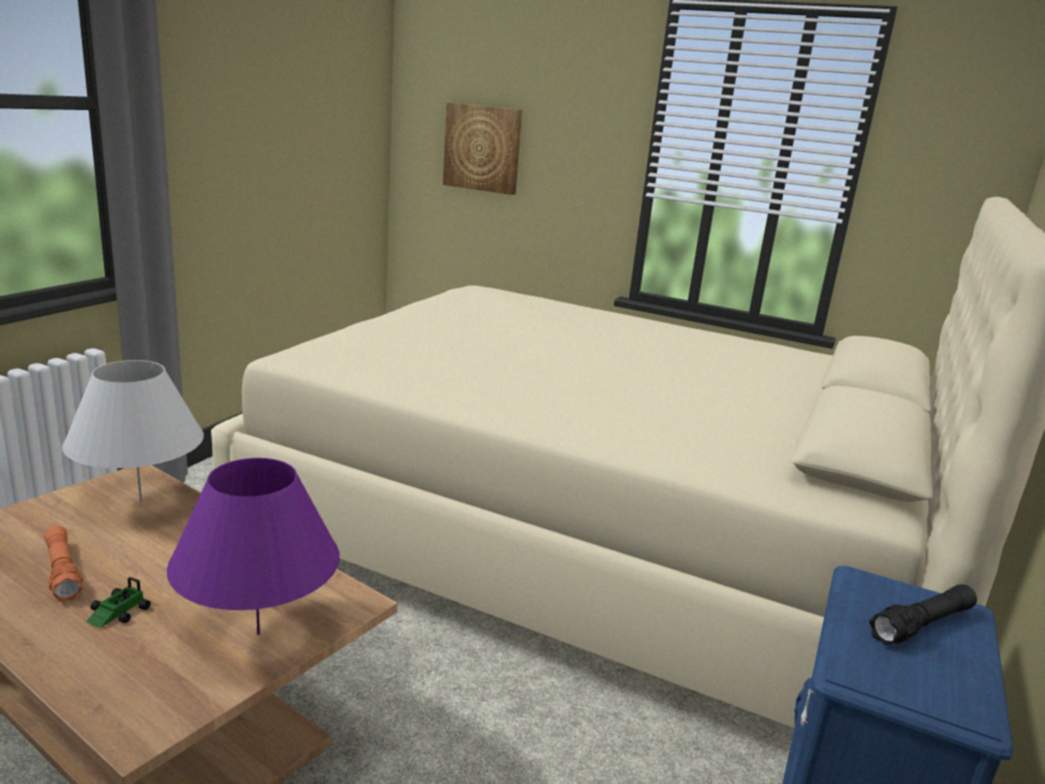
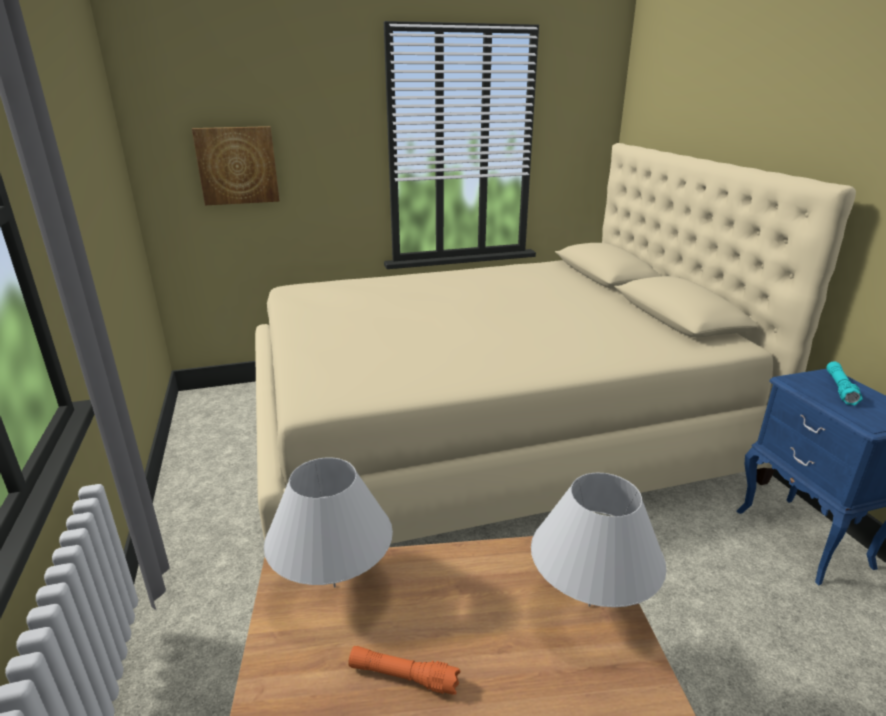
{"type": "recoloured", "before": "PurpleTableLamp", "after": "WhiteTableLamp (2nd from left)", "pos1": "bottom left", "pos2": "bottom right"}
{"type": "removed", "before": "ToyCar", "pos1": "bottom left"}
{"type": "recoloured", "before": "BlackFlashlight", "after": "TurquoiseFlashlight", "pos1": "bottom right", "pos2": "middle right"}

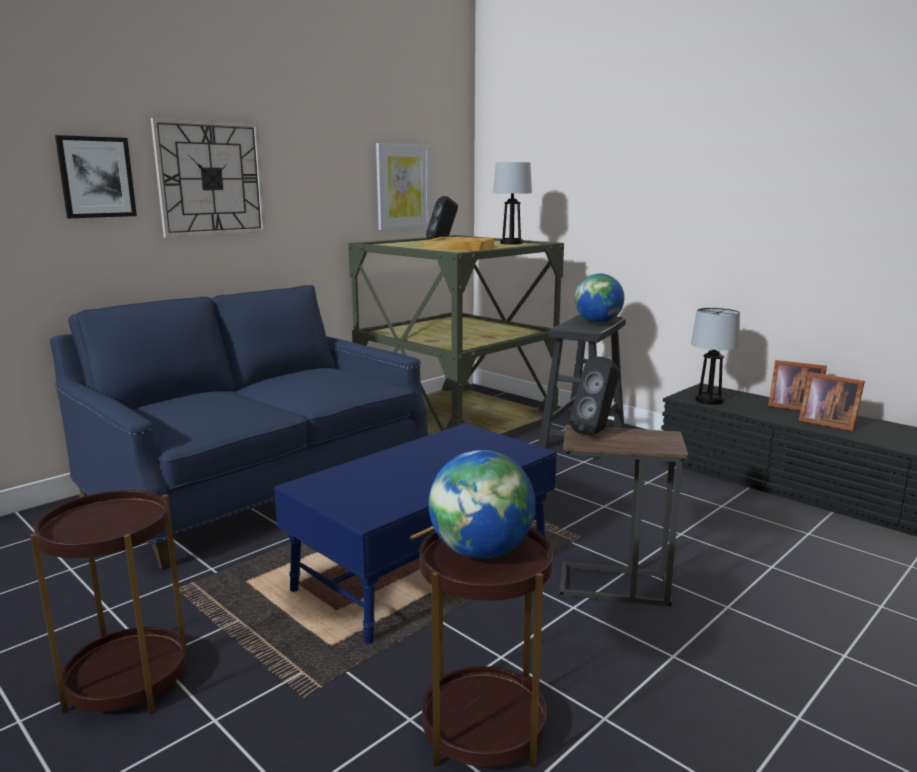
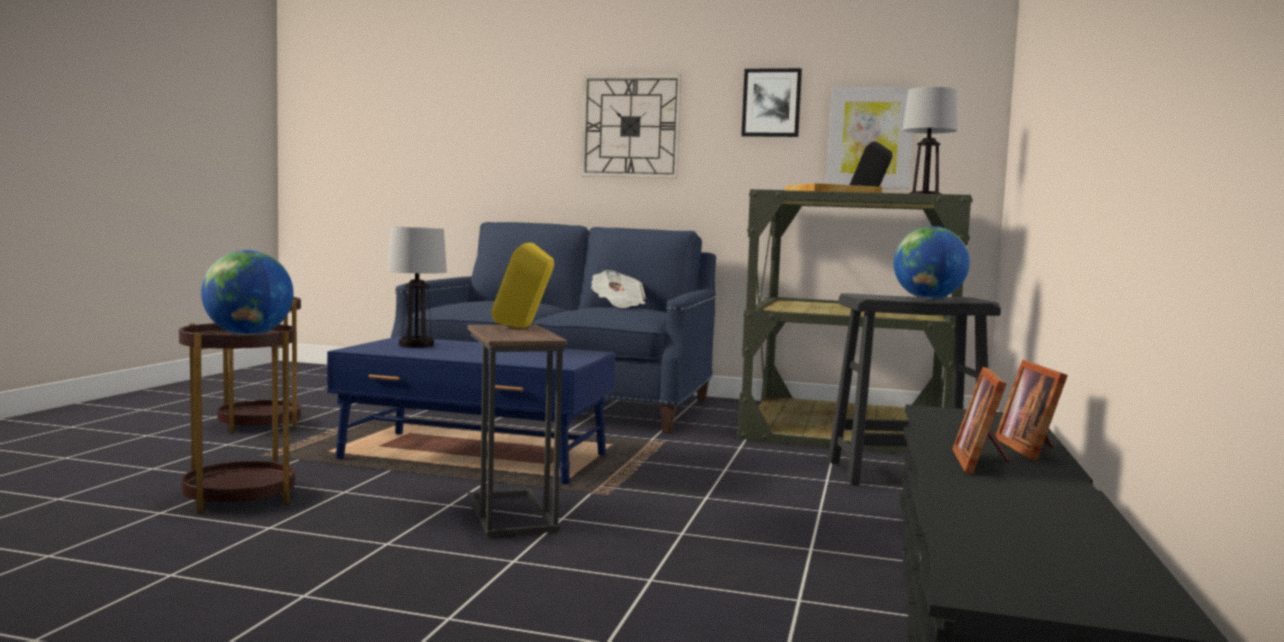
{"type": "moved", "before": "Picture (1st from left)", "pos1": "top left", "pos2": "top centre"}
{"type": "moved", "before": "TableLamp (2nd from left in the first image)", "after": "TableLamp (1st from left)", "pos1": "middle right", "pos2": "middle left"}
{"type": "recoloured", "before": "BlackSpeaker (2nd from left)", "after": "YellowSpeaker", "pos1": "centre", "pos2": "centre"}
{"type": "added", "after": "Newspaper", "pos2": "centre"}

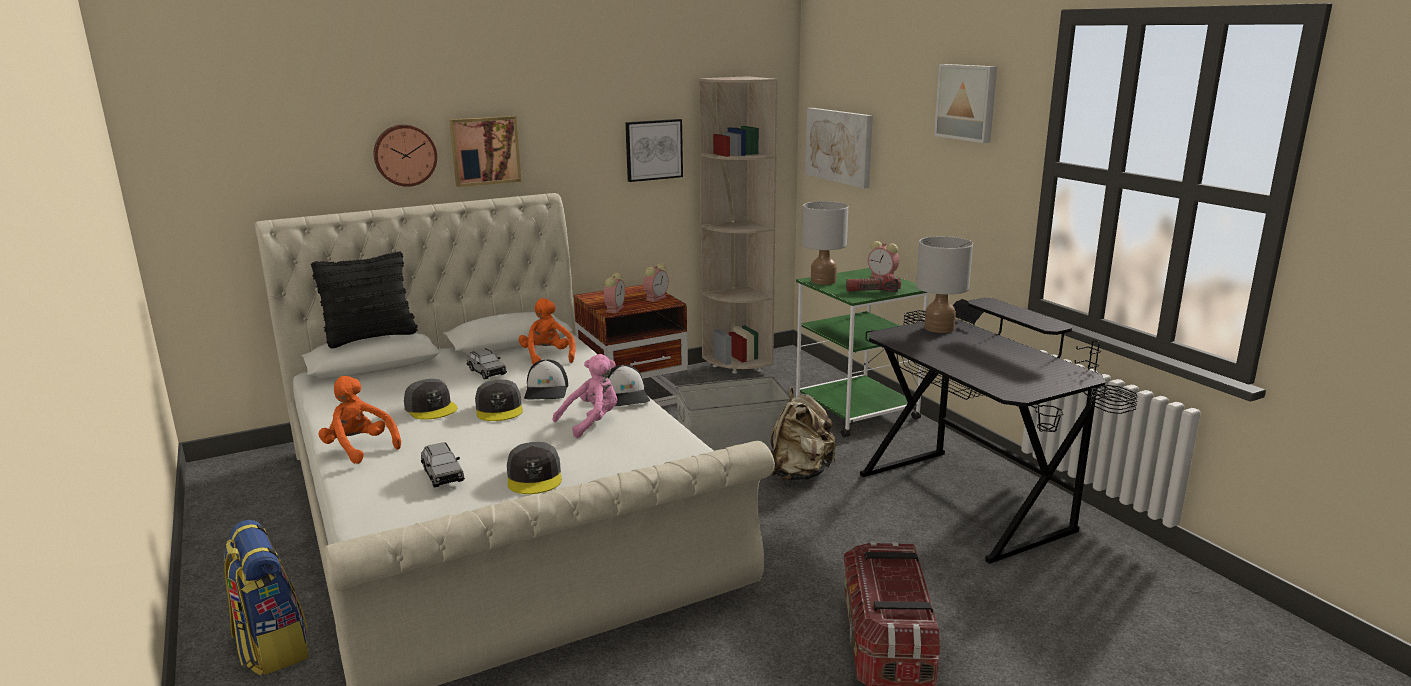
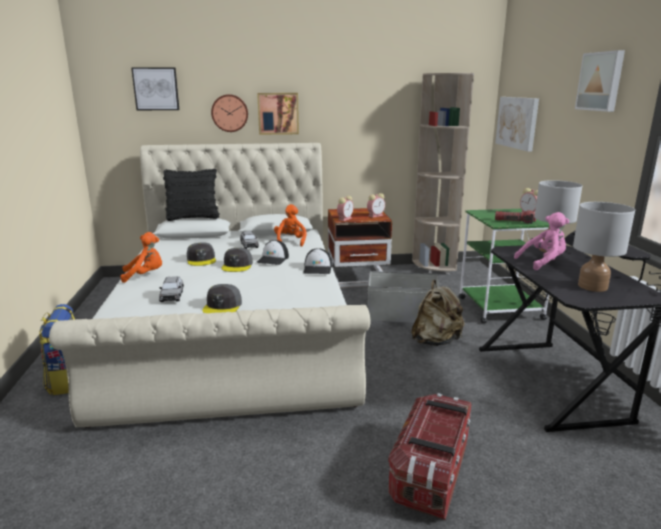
{"type": "moved", "before": "Picture (2nd from left in the first image)", "after": "Picture (1st from left)", "pos1": "top centre", "pos2": "top left"}
{"type": "moved", "before": "GreyTableLamp (1st from left in the first image)", "after": "GreyTableLamp (2nd from left)", "pos1": "centre", "pos2": "middle right"}
{"type": "moved", "before": "PinkPlushToy", "pos1": "centre", "pos2": "middle right"}
{"type": "turned", "before": "OrangePlushToy (1st from left)", "pos1": "middle left", "pos2": "middle left", "turn": 105}

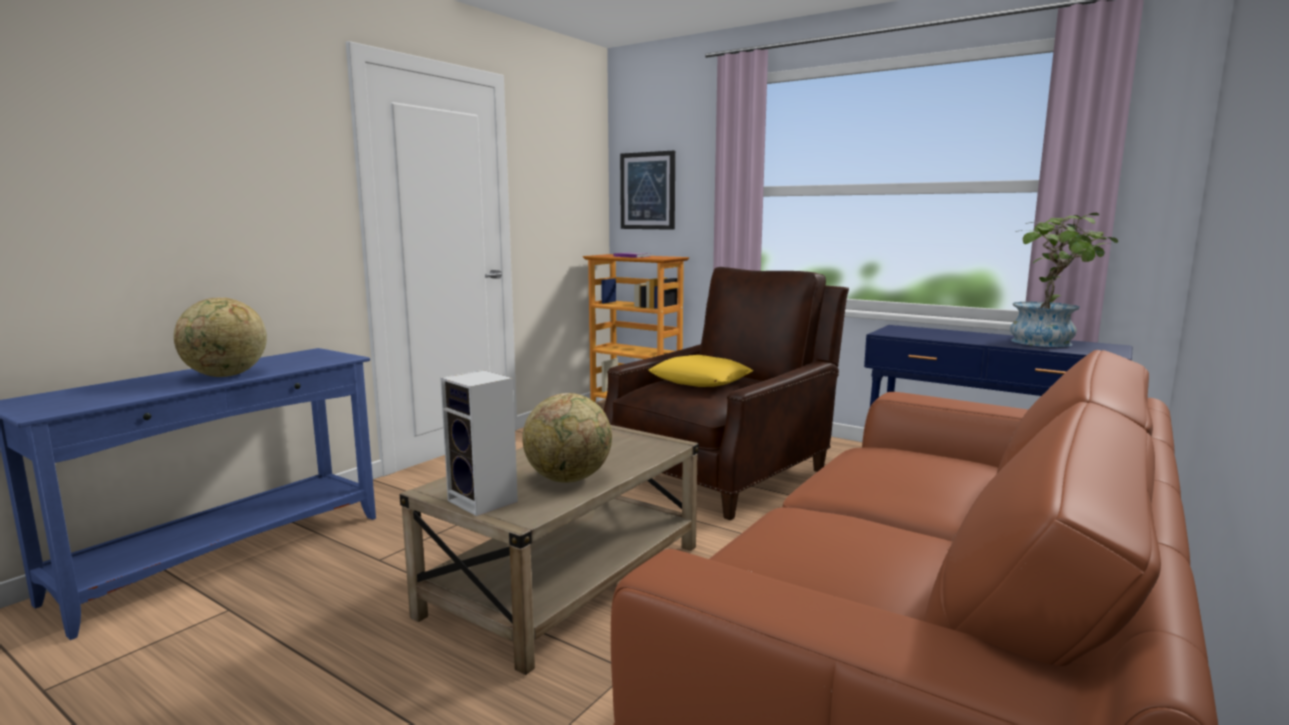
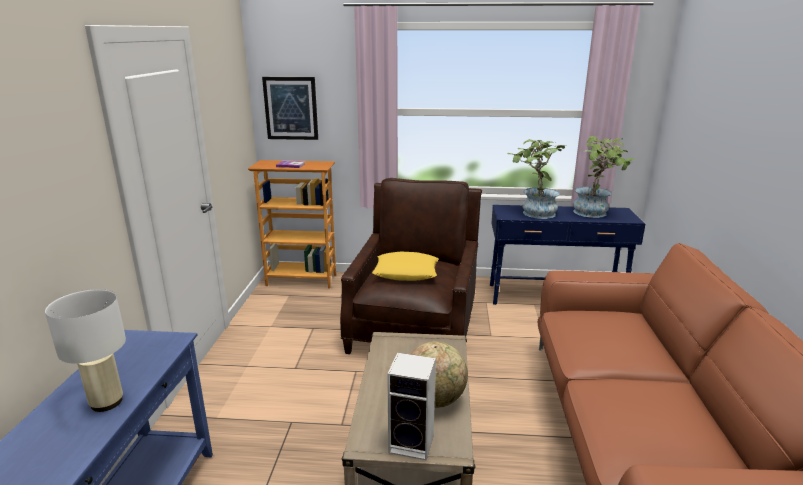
{"type": "replaced", "before": "Globe (1st from left)", "after": "WhiteTableLamp", "pos1": "middle left", "pos2": "bottom left"}
{"type": "added", "after": "PottedPlant (1st from left)", "pos2": "middle right"}

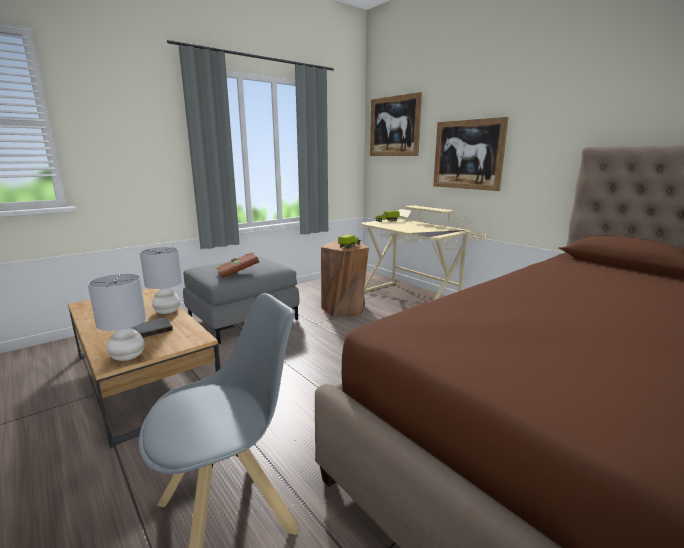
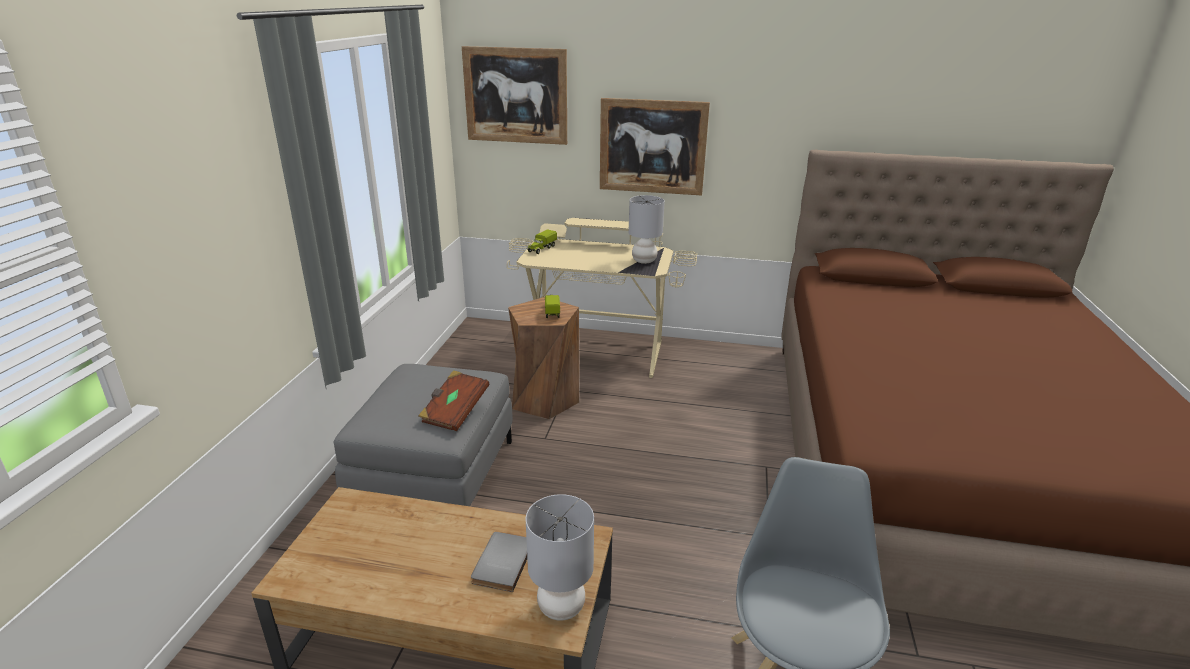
{"type": "moved", "before": "GreyTableLamp (2nd from left)", "pos1": "middle left", "pos2": "centre"}

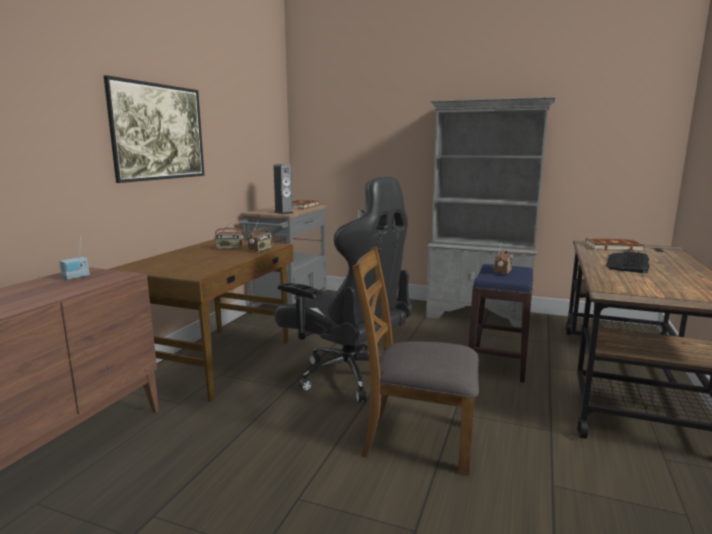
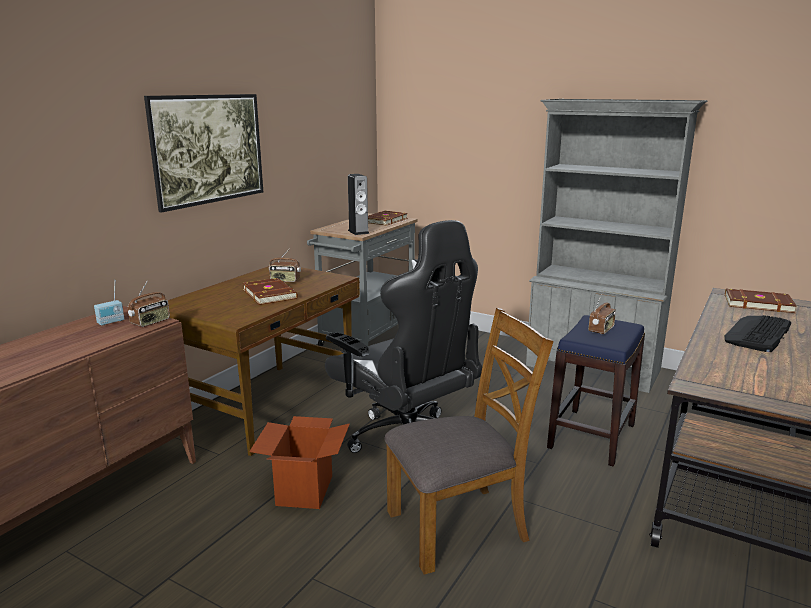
{"type": "moved", "before": "Radio (3rd from left in the first image)", "after": "Radio (2nd from left)", "pos1": "centre", "pos2": "middle left"}
{"type": "turned", "before": "BrownChair", "pos1": "bottom centre", "pos2": "bottom centre", "turn": 135}
{"type": "added", "after": "BrownBook (1st from left)", "pos2": "middle left"}
{"type": "added", "after": "CardboardBox", "pos2": "bottom centre"}

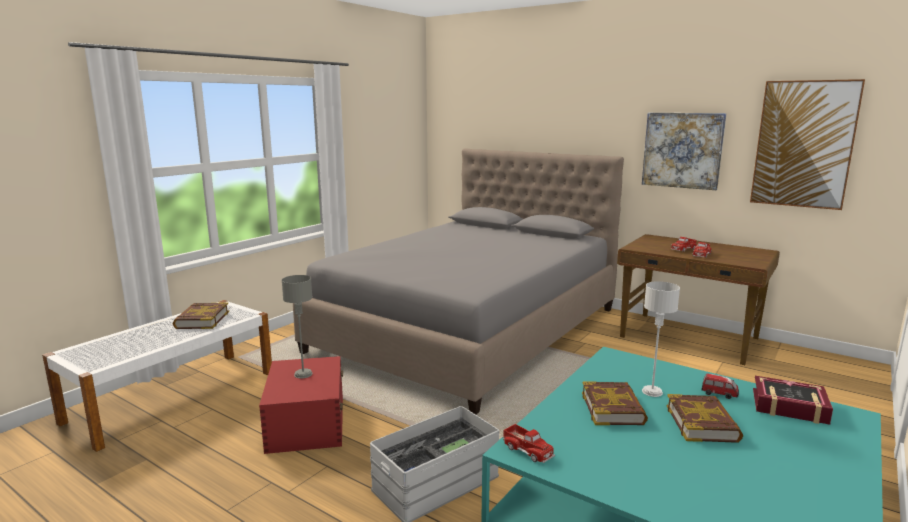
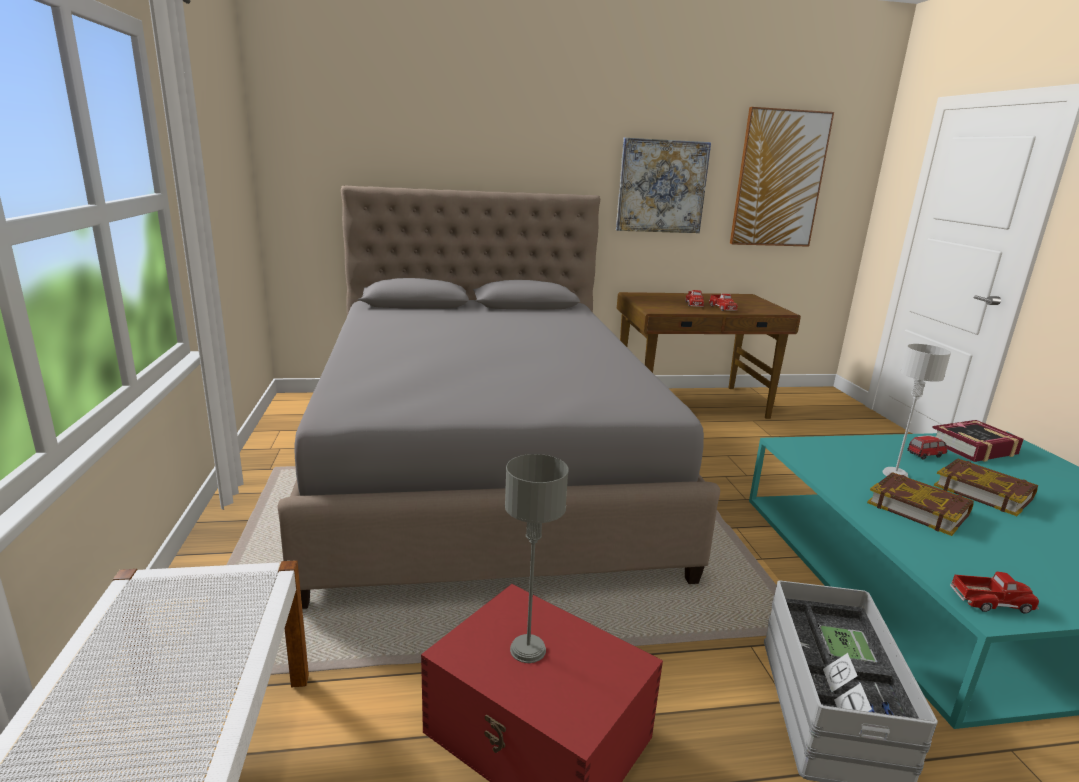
{"type": "removed", "before": "Book (1st from left)", "pos1": "middle left"}

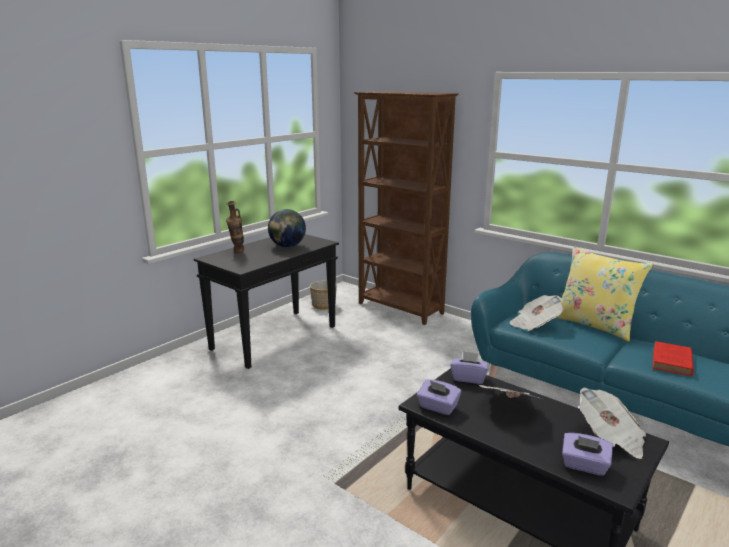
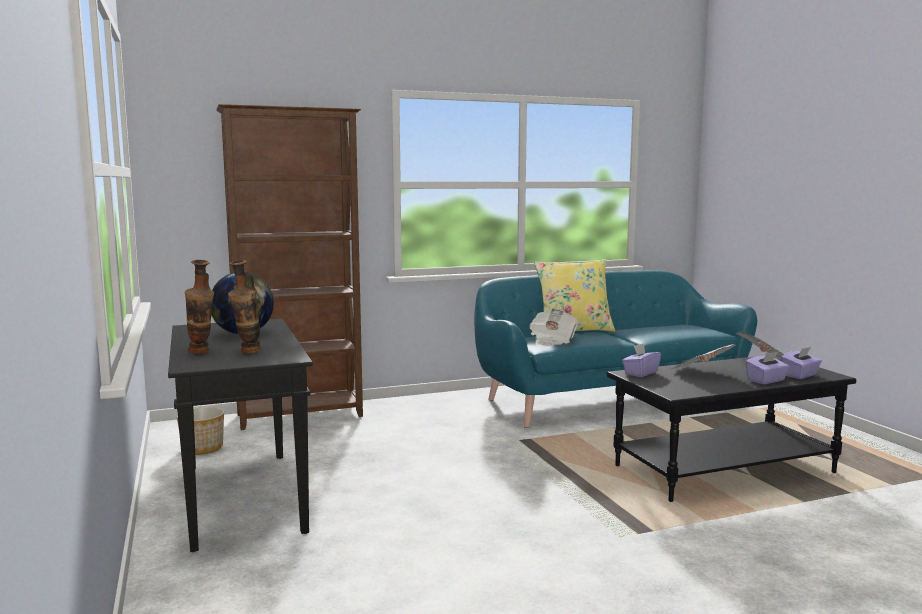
{"type": "removed", "before": "RedBook", "pos1": "middle right"}
{"type": "moved", "before": "PurpleTissueBox (1st from left in the first image)", "after": "PurpleTissueBox (2nd from left)", "pos1": "bottom centre", "pos2": "middle right"}
{"type": "added", "after": "Vase (2nd from left)", "pos2": "middle left"}

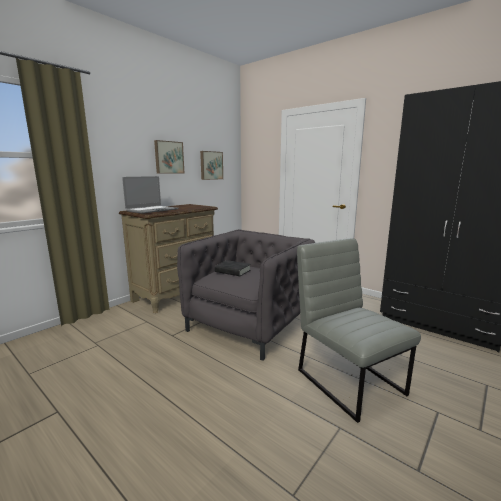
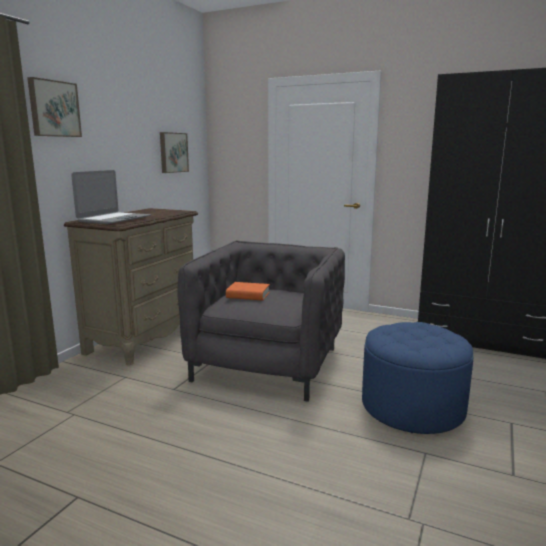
{"type": "moved", "before": "Picture (1st from left)", "pos1": "top centre", "pos2": "top left"}
{"type": "replaced", "before": "GreyChair", "after": "BlueOttoman", "pos1": "middle right", "pos2": "bottom right"}
{"type": "recoloured", "before": "BlackBook", "after": "OrangeBook", "pos1": "centre", "pos2": "centre"}

